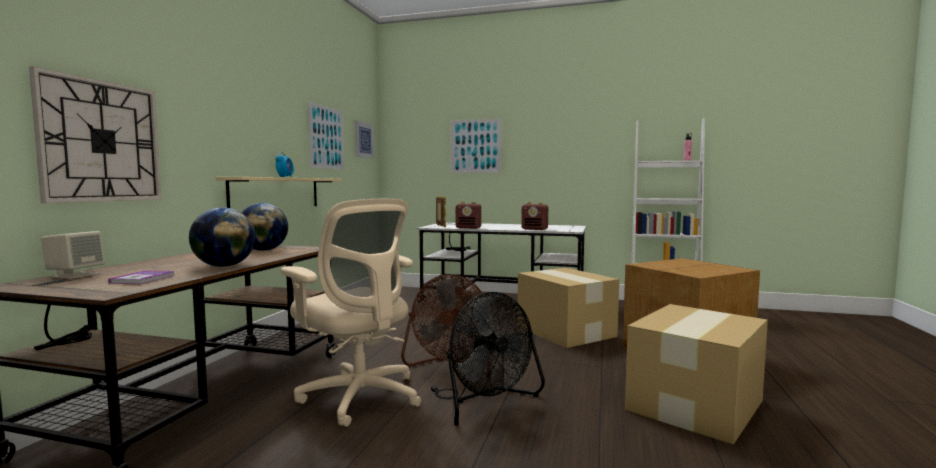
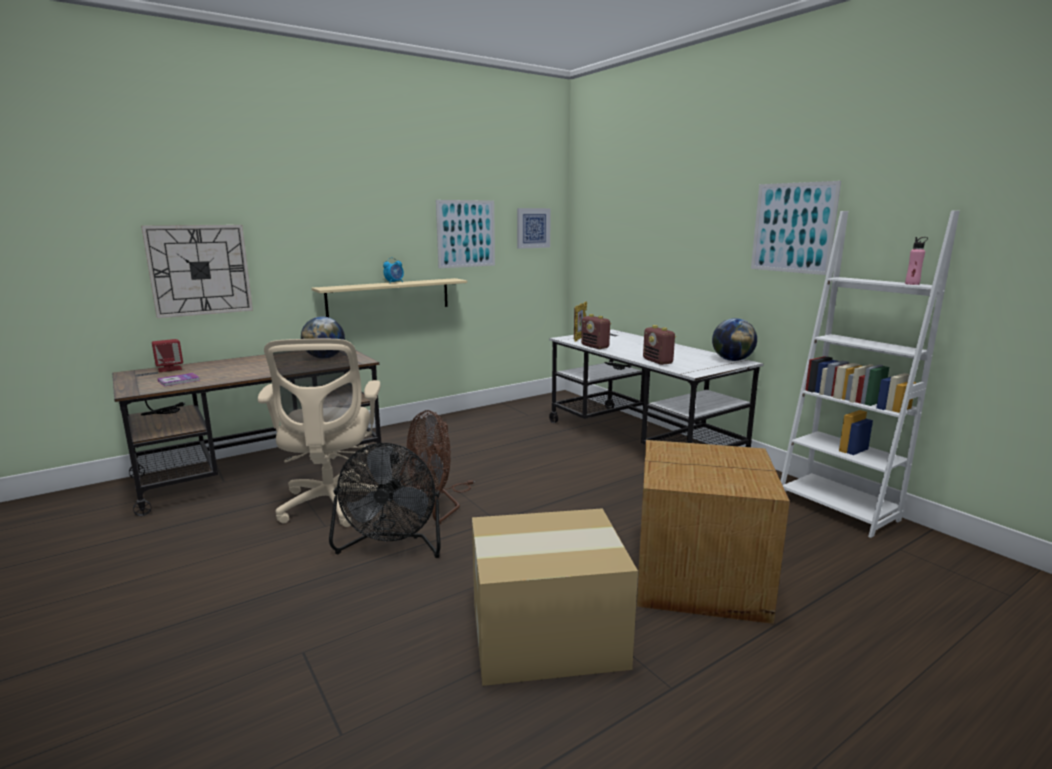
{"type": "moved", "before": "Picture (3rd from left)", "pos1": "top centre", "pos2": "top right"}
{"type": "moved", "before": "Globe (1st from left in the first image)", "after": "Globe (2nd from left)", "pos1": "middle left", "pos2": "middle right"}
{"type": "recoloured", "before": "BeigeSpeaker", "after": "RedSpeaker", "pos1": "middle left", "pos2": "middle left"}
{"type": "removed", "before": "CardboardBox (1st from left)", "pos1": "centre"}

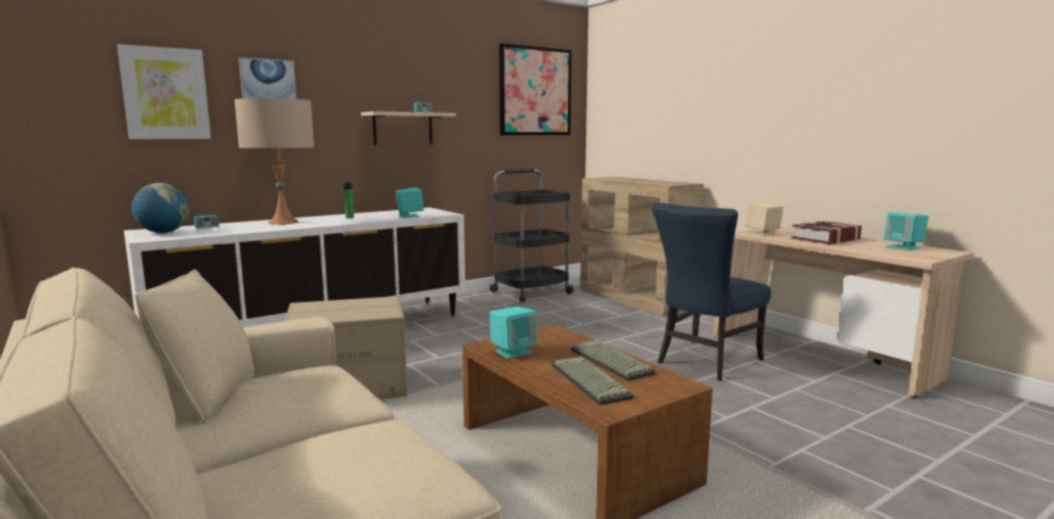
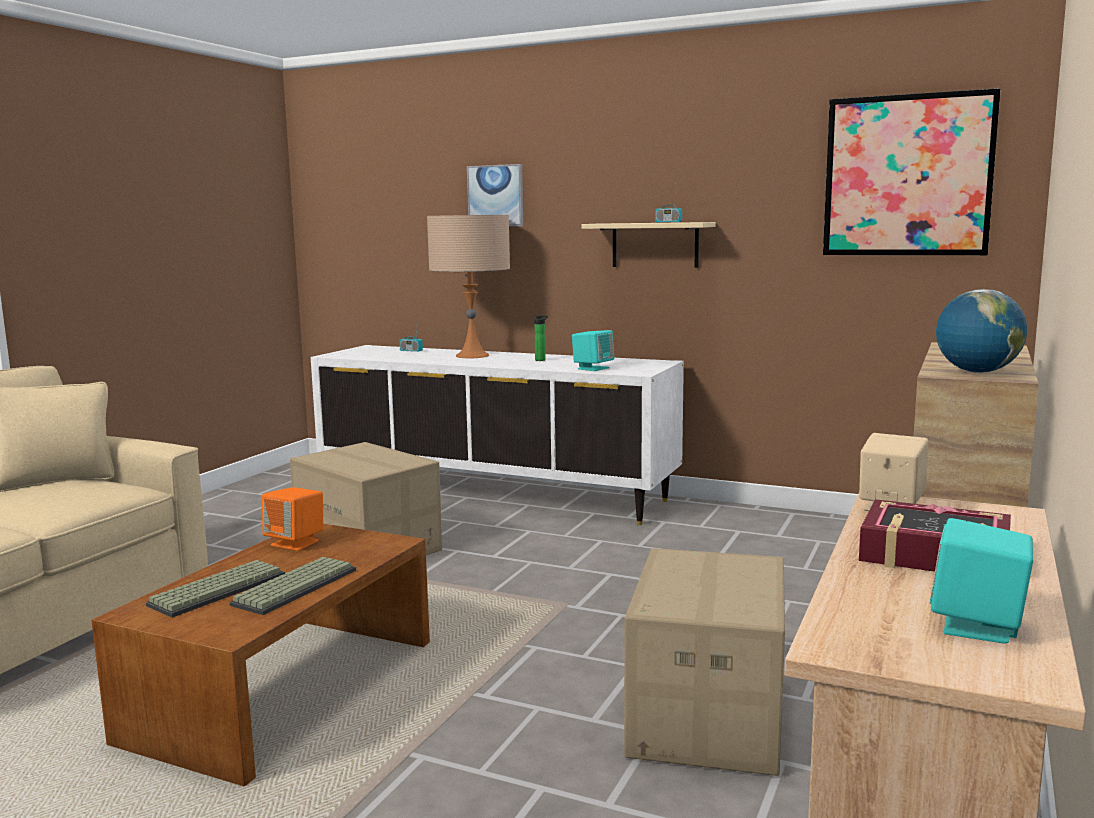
{"type": "removed", "before": "Picture (1st from left)", "pos1": "top left"}
{"type": "removed", "before": "BlackCart", "pos1": "centre"}
{"type": "moved", "before": "Globe", "pos1": "middle left", "pos2": "middle right"}
{"type": "replaced", "before": "BlueChair", "after": "CardboardBox (2nd from left)", "pos1": "middle right", "pos2": "bottom centre"}
{"type": "recoloured", "before": "TurquoiseSpeaker (2nd from left)", "after": "OrangeSpeaker", "pos1": "centre", "pos2": "middle left"}

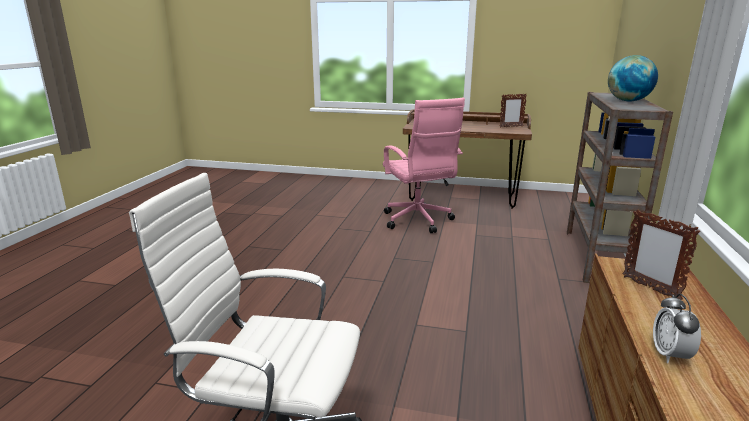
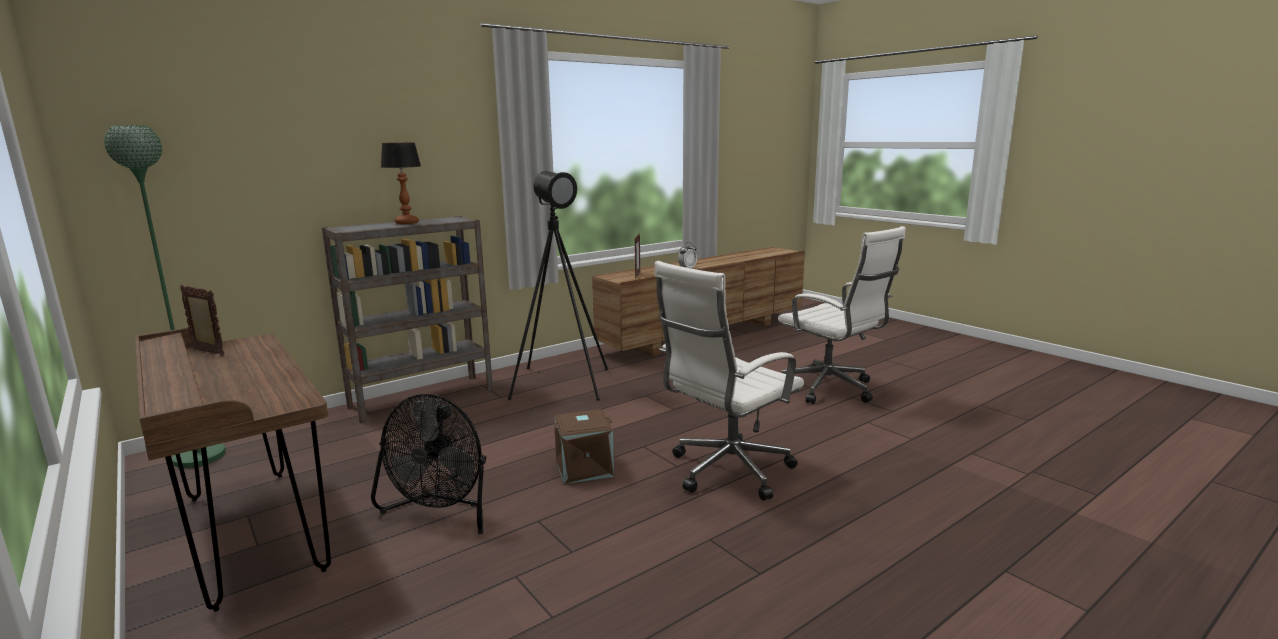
{"type": "replaced", "before": "Globe", "after": "TableLamp", "pos1": "top right", "pos2": "top left"}
{"type": "replaced", "before": "PinkOfficeChair", "after": "BlackFan", "pos1": "centre", "pos2": "bottom centre"}
{"type": "added", "after": "GreenFloorLamp", "pos2": "middle left"}
{"type": "added", "after": "BlackFloorLamp", "pos2": "centre"}
{"type": "added", "after": "WhiteOfficeChair (1st from left)", "pos2": "centre"}
{"type": "added", "after": "BrownStorageBox", "pos2": "bottom centre"}

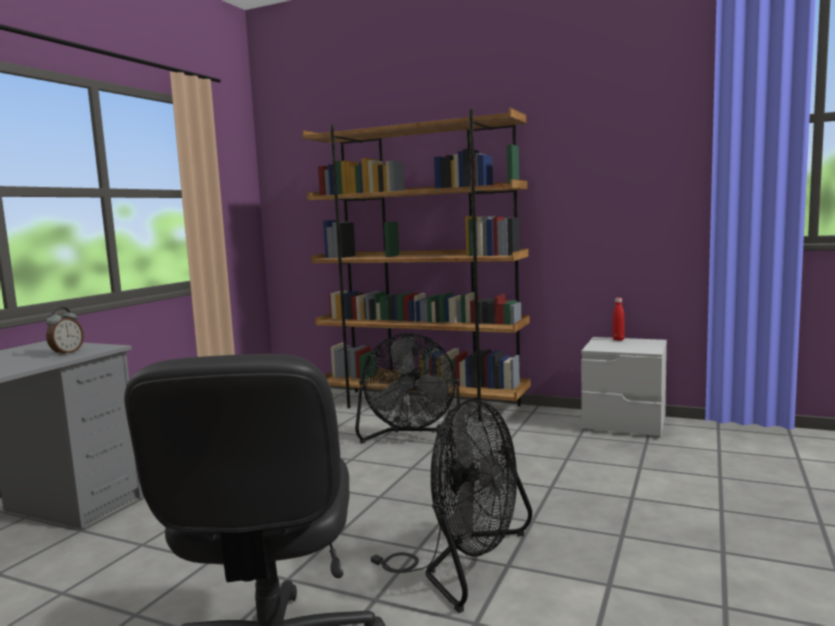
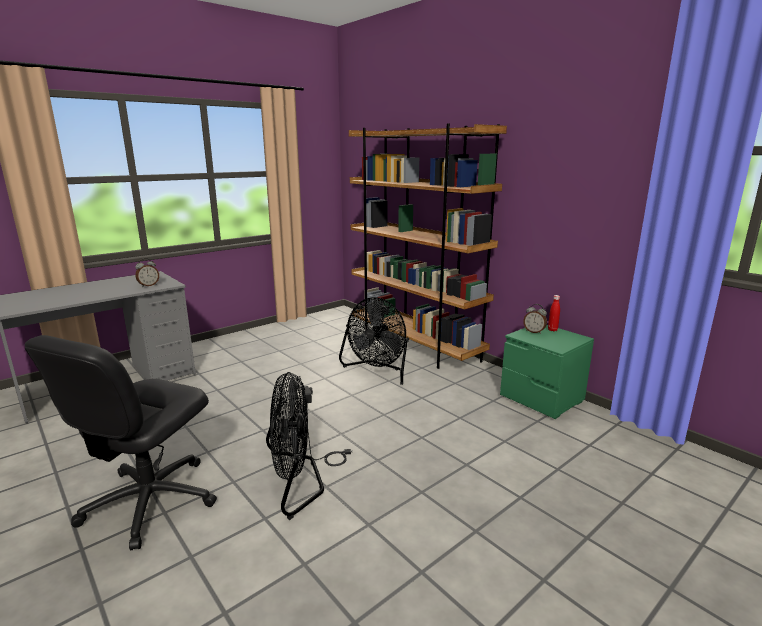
{"type": "recoloured", "before": "WhiteNightstand", "after": "GreenNightstand", "pos1": "middle right", "pos2": "middle right"}
{"type": "turned", "before": "BlackFan (2nd from left in the first image)", "pos1": "bottom centre", "pos2": "bottom centre", "turn": 105}
{"type": "added", "after": "AlarmClock (2nd from left)", "pos2": "middle right"}

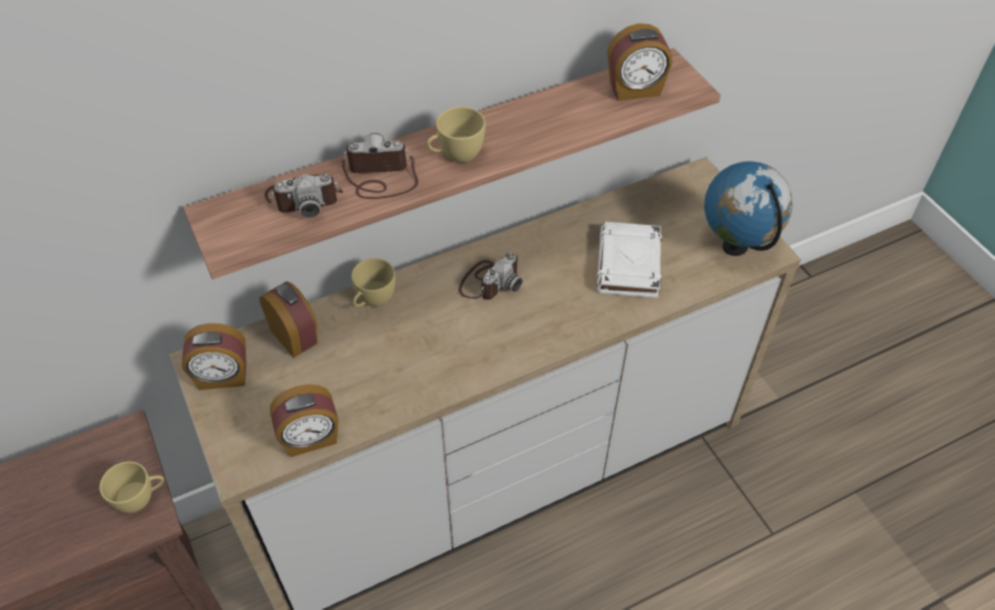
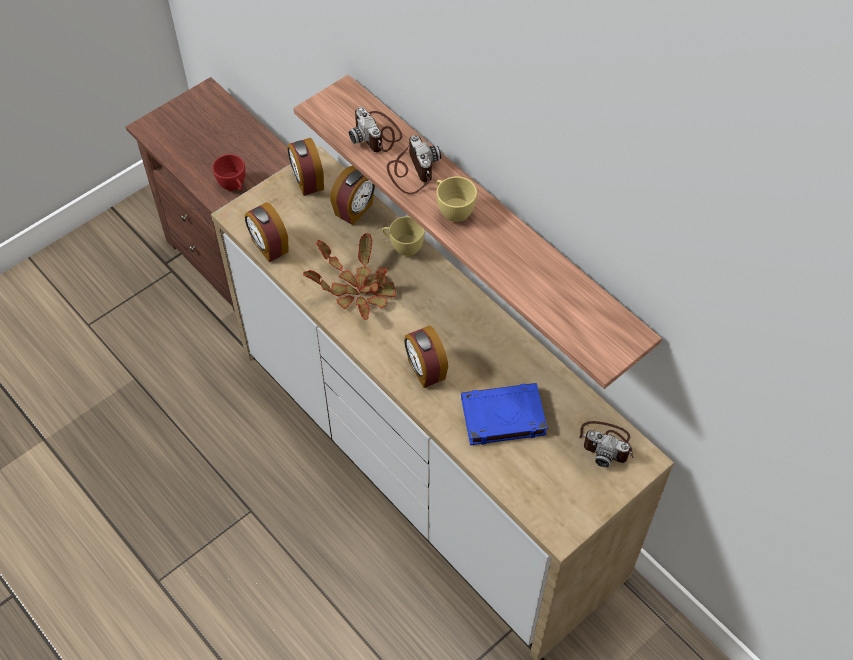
{"type": "moved", "before": "AlarmClock (4th from left)", "pos1": "top centre", "pos2": "centre"}
{"type": "removed", "before": "Globe", "pos1": "middle right"}
{"type": "recoloured", "before": "WhiteBook", "after": "BlueBook", "pos1": "centre", "pos2": "centre"}
{"type": "moved", "before": "PhotoCamera (3rd from left)", "pos1": "centre", "pos2": "bottom right"}
{"type": "recoloured", "before": "YellowCup (1st from left)", "after": "RedCup", "pos1": "bottom left", "pos2": "top left"}
{"type": "added", "after": "PottedPlant", "pos2": "centre"}

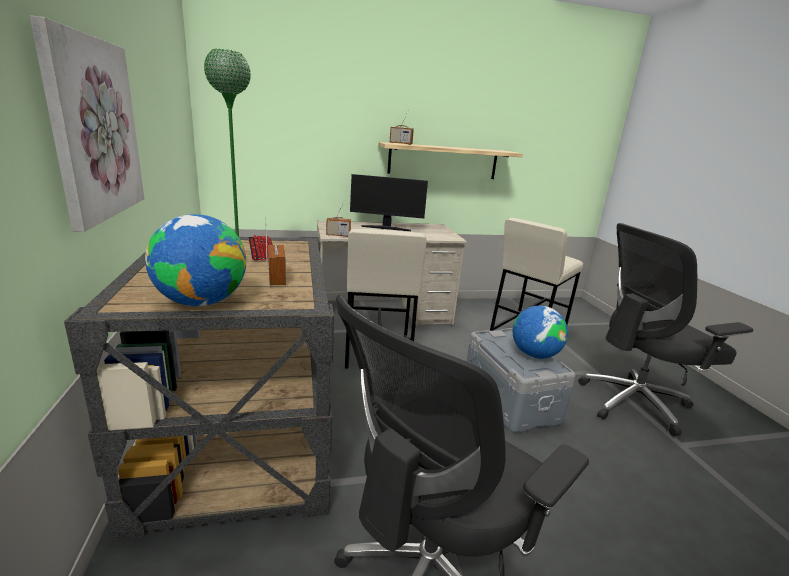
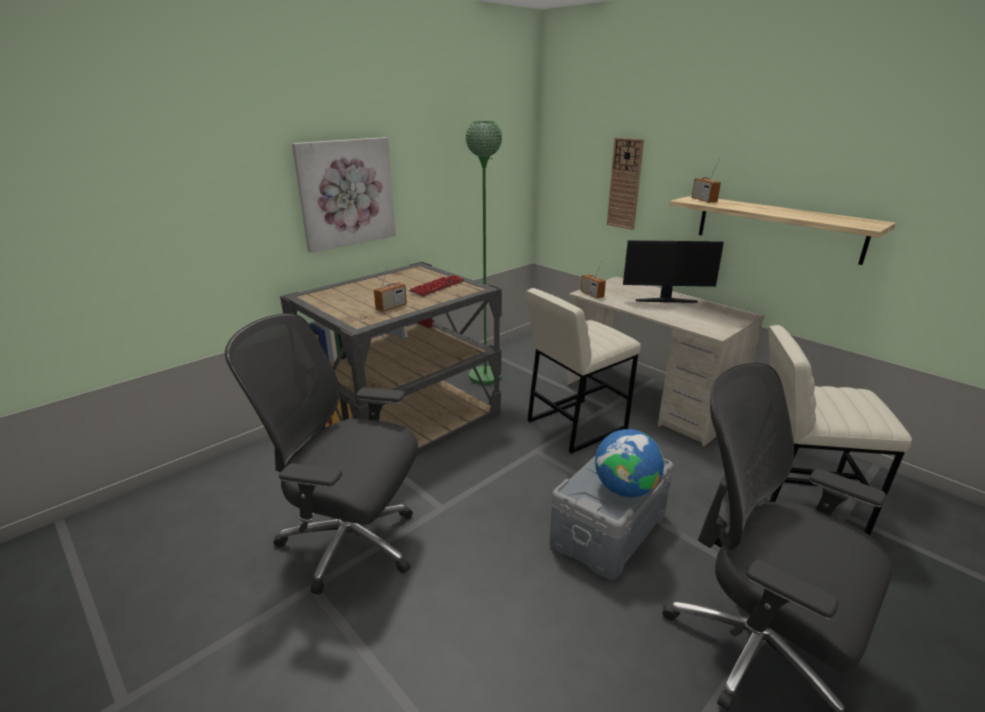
{"type": "turned", "before": "Monitor", "pos1": "centre", "pos2": "middle right", "turn": -60}
{"type": "removed", "before": "Globe (1st from left)", "pos1": "middle left"}
{"type": "added", "after": "WallClock", "pos2": "top centre"}

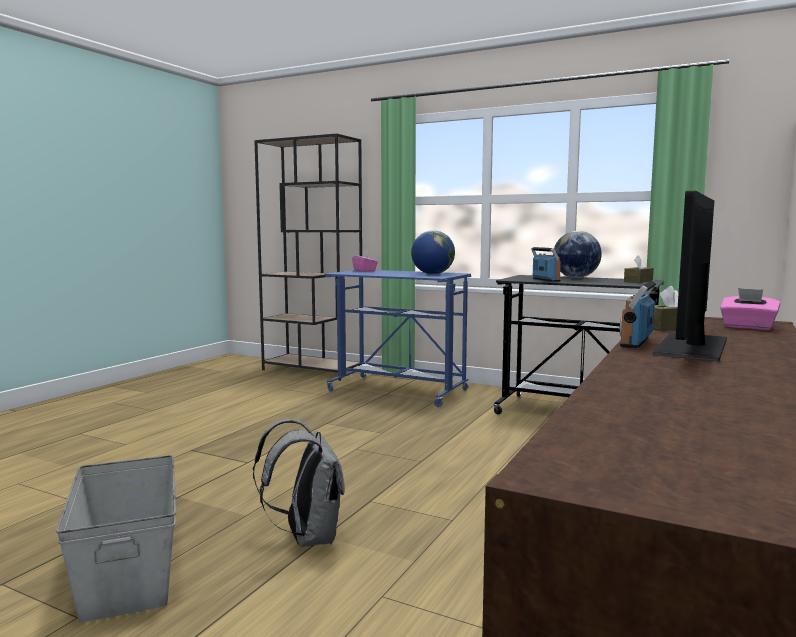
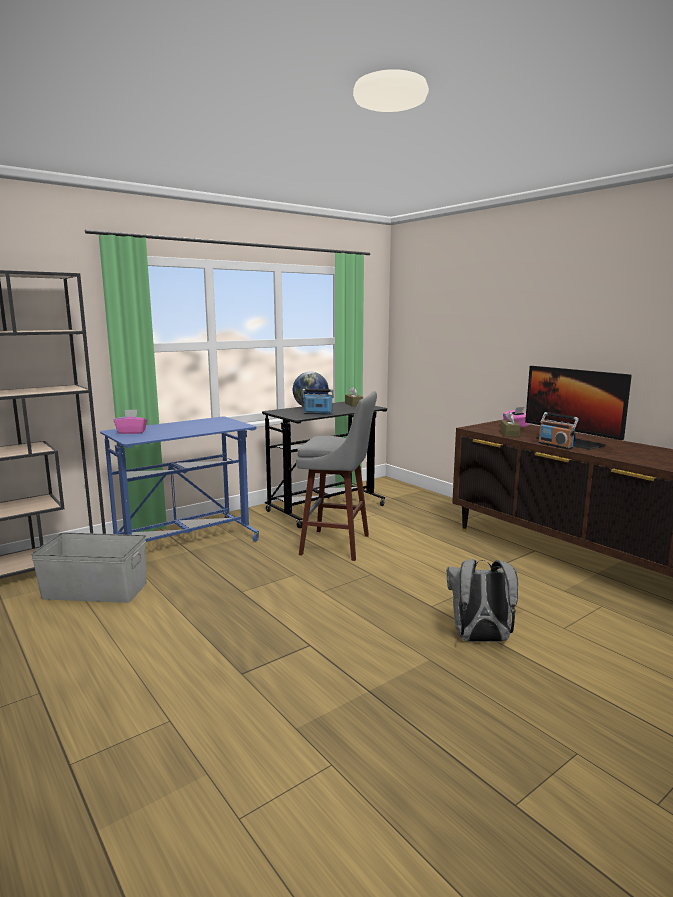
{"type": "removed", "before": "Globe (1st from left)", "pos1": "centre"}
{"type": "moved", "before": "GreyStorageBox", "pos1": "bottom left", "pos2": "middle left"}
{"type": "added", "after": "GreyStool", "pos2": "centre"}

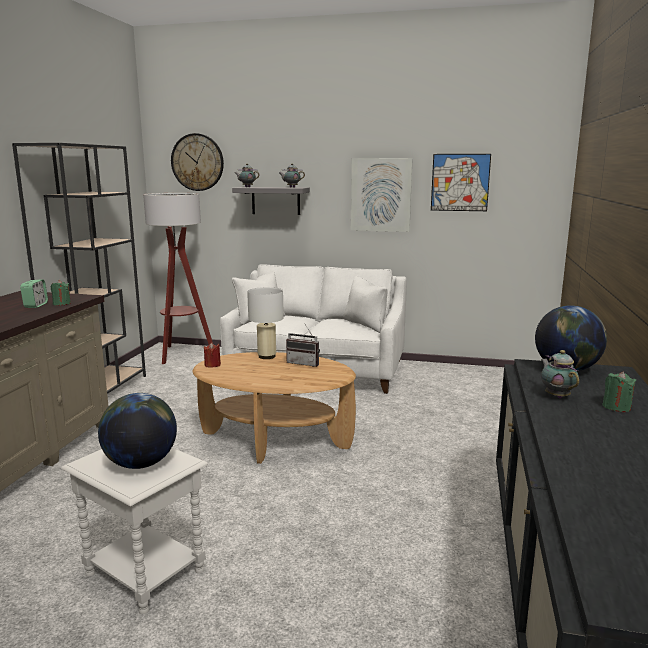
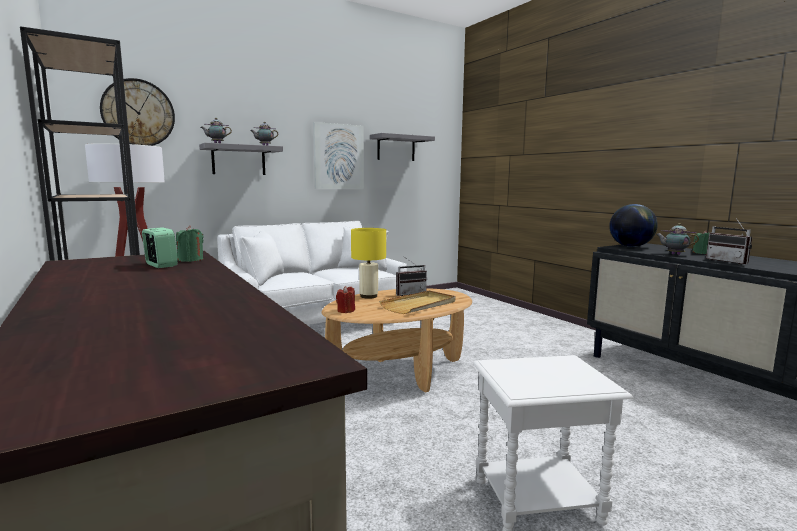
{"type": "replaced", "before": "Picture (2nd from left)", "after": "GreyShelf (2nd from left)", "pos1": "top right", "pos2": "top centre"}
{"type": "recoloured", "before": "WhiteTableLamp", "after": "YellowTableLamp", "pos1": "centre", "pos2": "centre"}
{"type": "removed", "before": "Globe (1st from left)", "pos1": "middle left"}
{"type": "added", "after": "Radio (2nd from left)", "pos2": "middle right"}
{"type": "added", "after": "BeigeTray", "pos2": "centre"}

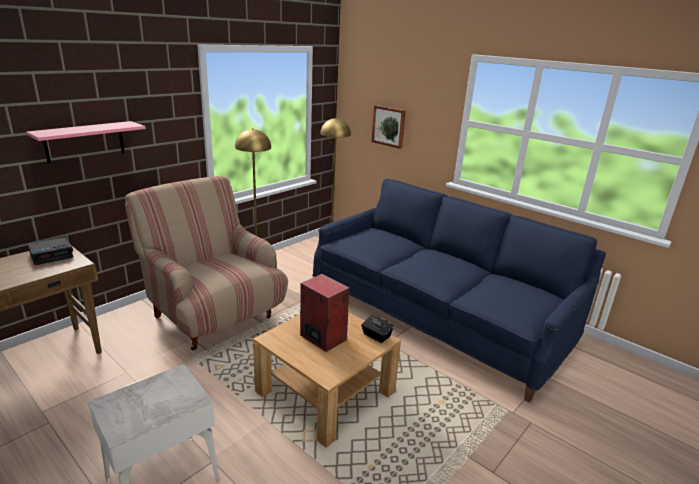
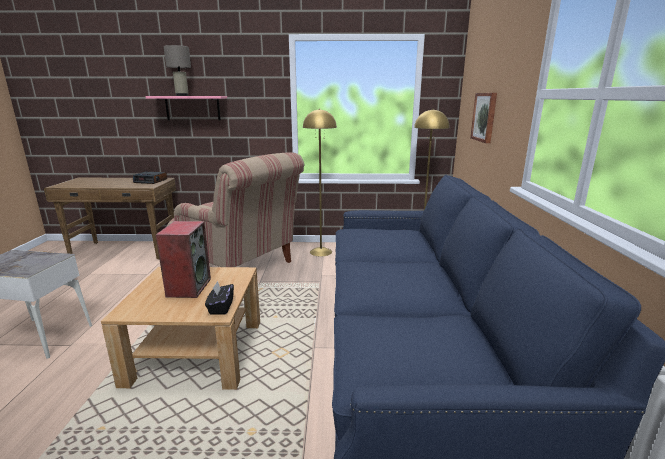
{"type": "turned", "before": "BeigeArmchair", "pos1": "middle left", "pos2": "centre", "turn": 120}
{"type": "added", "after": "GreyTableLamp", "pos2": "top left"}

